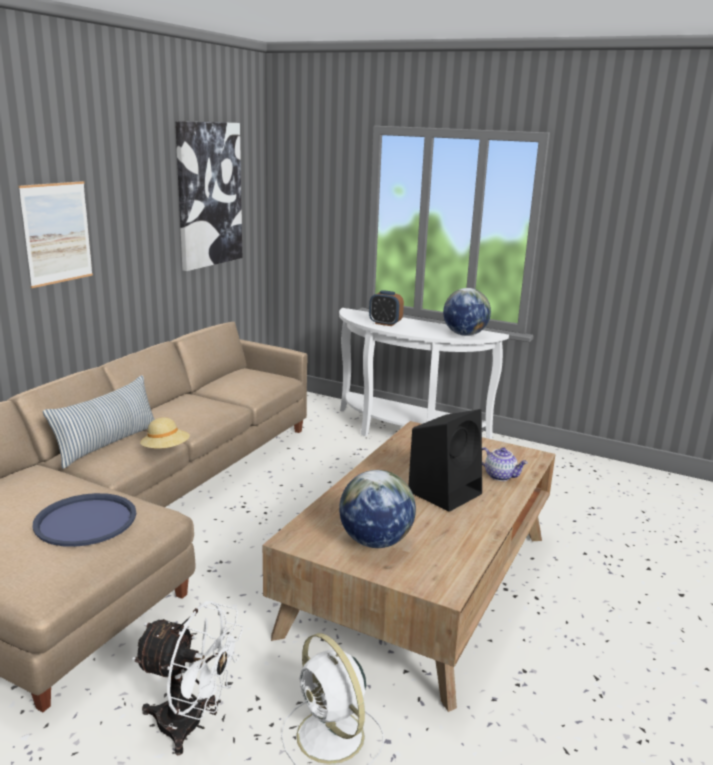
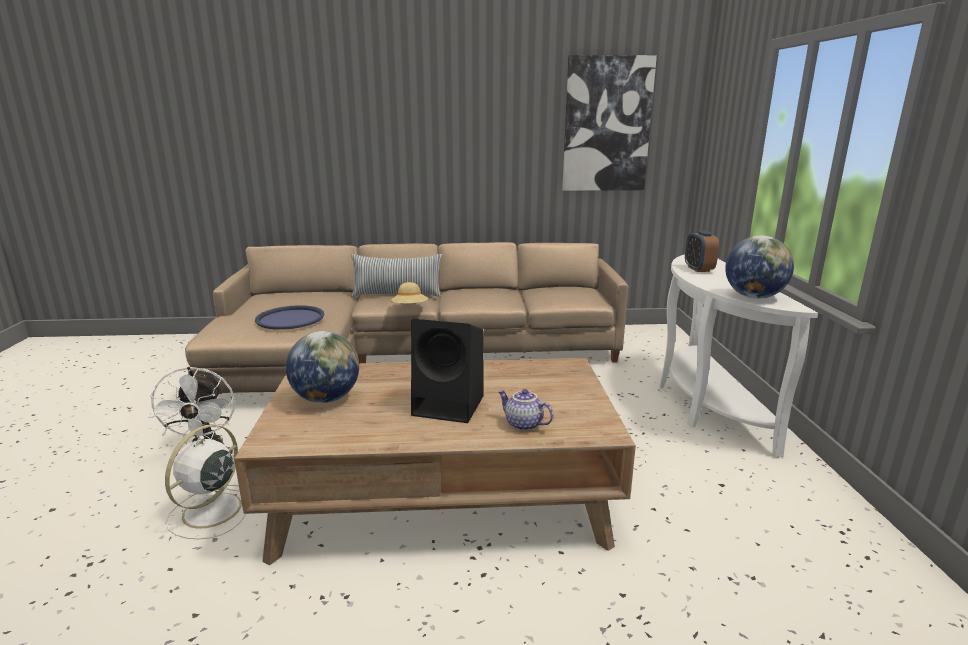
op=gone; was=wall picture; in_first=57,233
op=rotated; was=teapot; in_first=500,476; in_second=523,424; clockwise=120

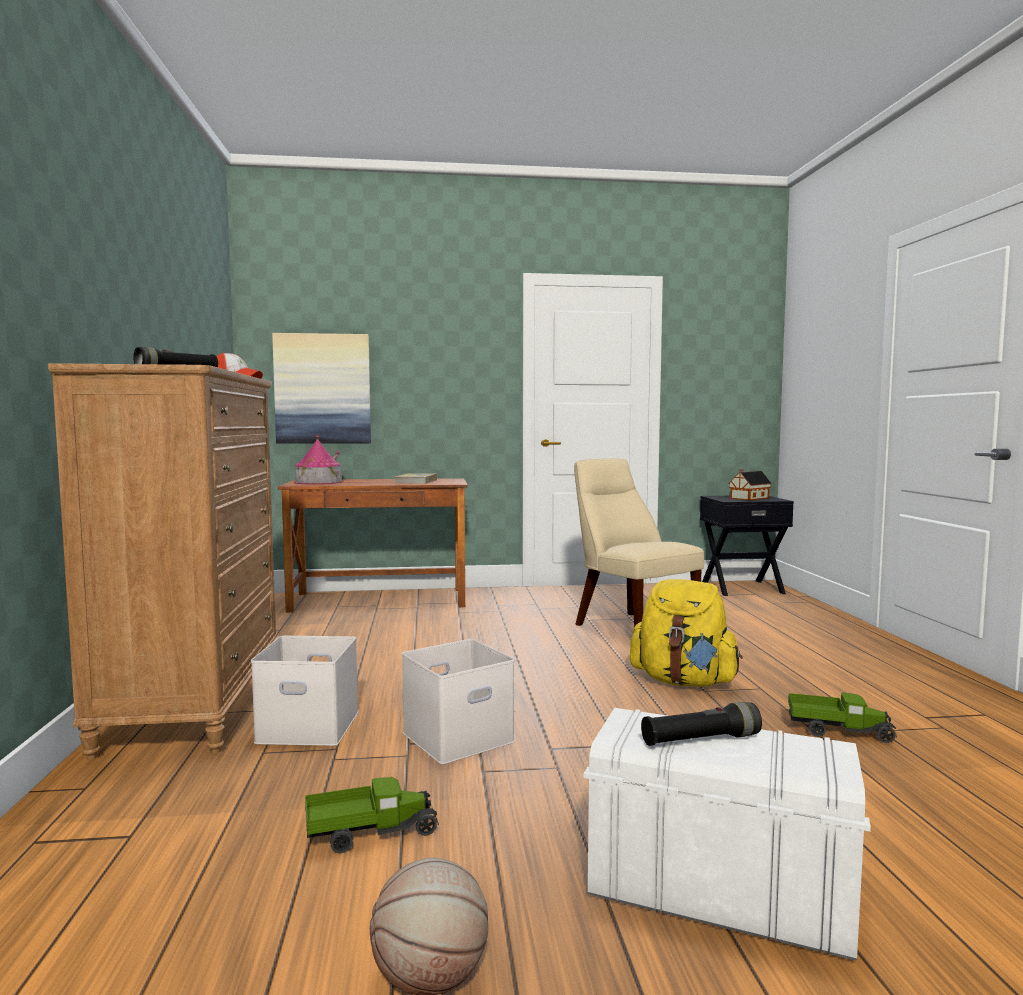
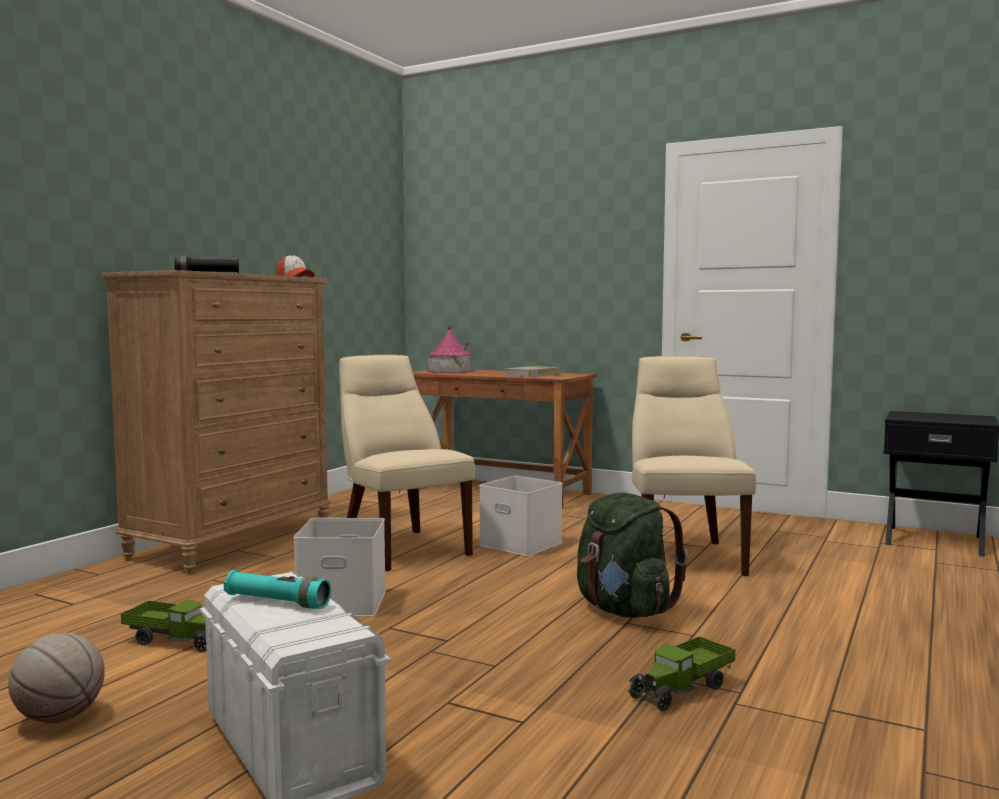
op=gone; was=wall picture; in_first=323,389
op=gone; was=toy house; in_first=748,498
op=new; now=beige plain chair; in_second=401,548
op=shifted; was=white-coloured storage box; in_first=311,726; in_second=523,544
op=repainted; was=yellow rucksack; now=green-coloured rucksack; in_first=684,681; in_second=624,610
op=repainted; was=black-coloured hand torch; now=turquoise-coloured hand torch; in_first=700,740; in_second=277,602
op=rotated; was=toy truck; in_first=838,731; in_second=682,689; clockwise=90

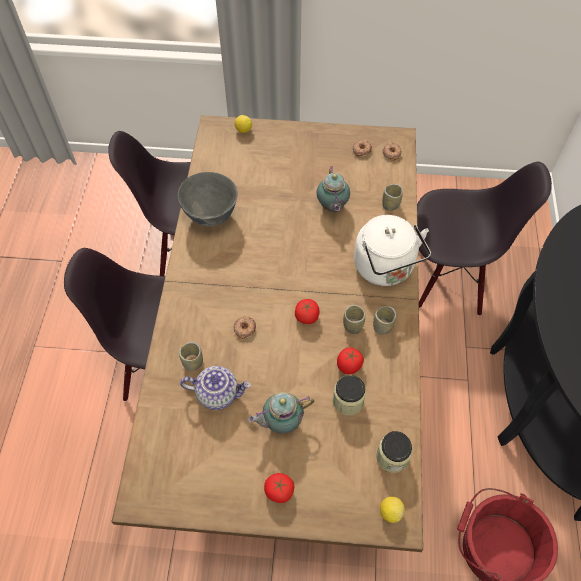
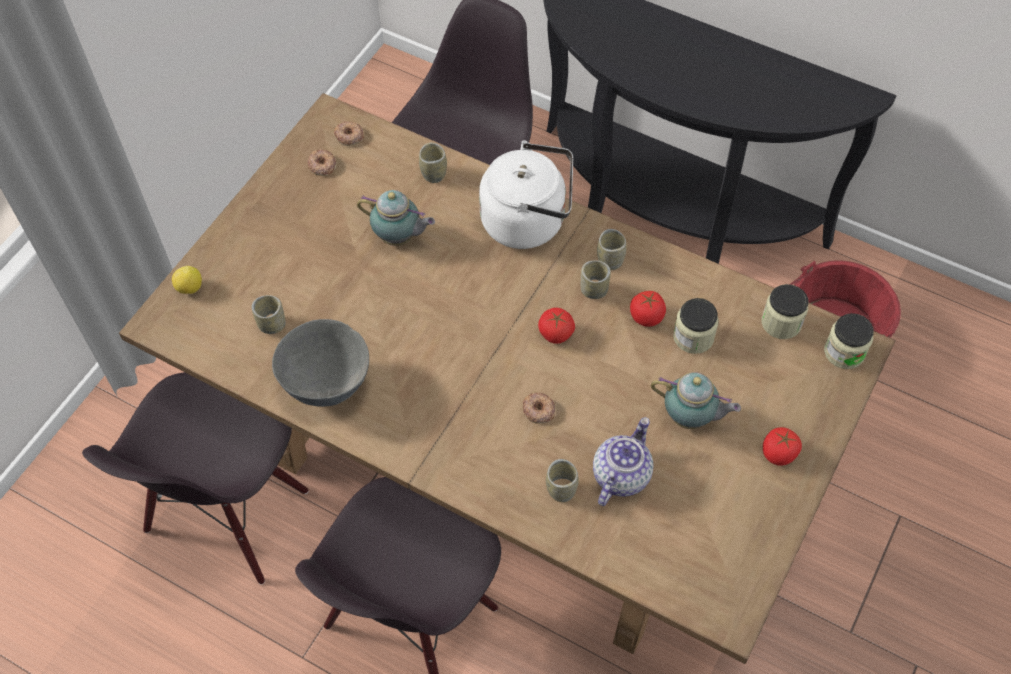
op=new; now=cup; in_second=272,324
op=swapped; was=lemon; now=jar; in_first=390,512; in_second=844,352
op=rotated; was=teapot; in_first=281,422; in_second=690,418; clockwise=-75

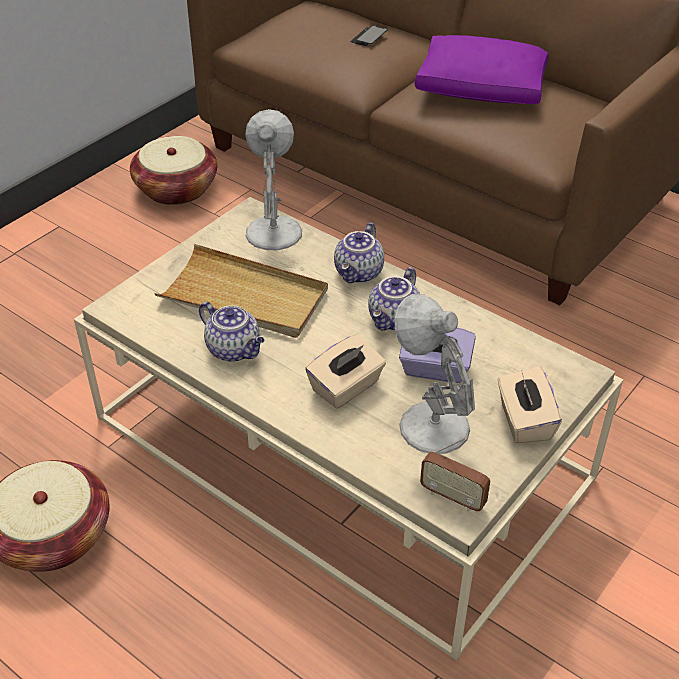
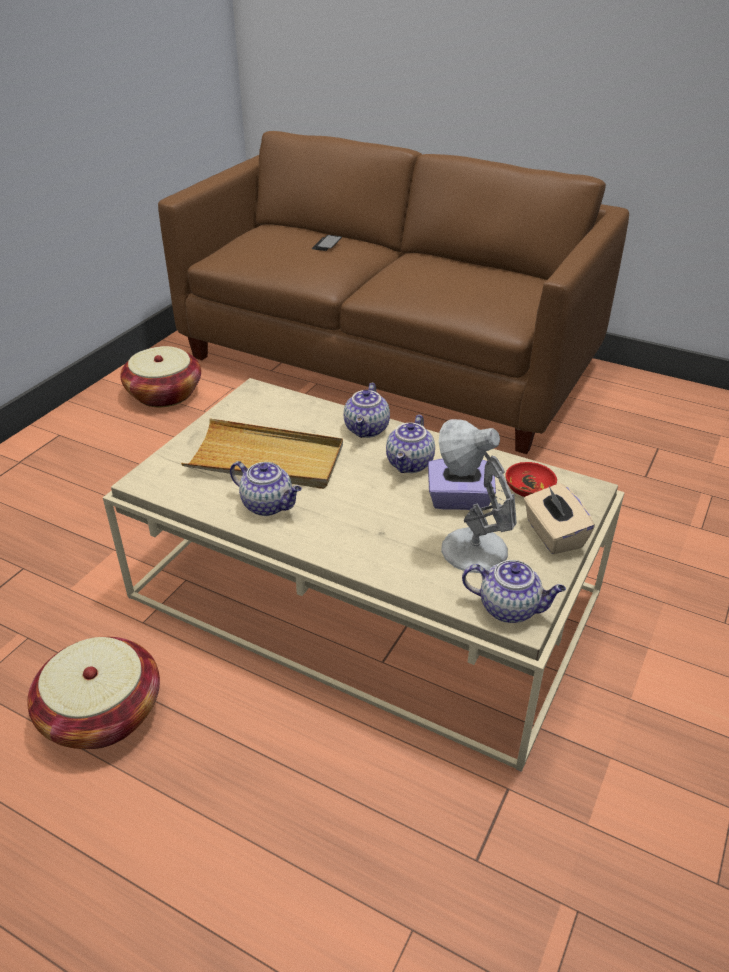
op=gone; was=white-coloured table lamp; in_first=273,231
op=gone; was=beige box of tissues; in_first=346,387
op=gone; was=purplish pillow; in_first=482,87
op=new; now=red-coloured serving bowl; in_second=528,489
op=swapped; was=radio; now=teapot; in_first=452,497; in_second=510,608

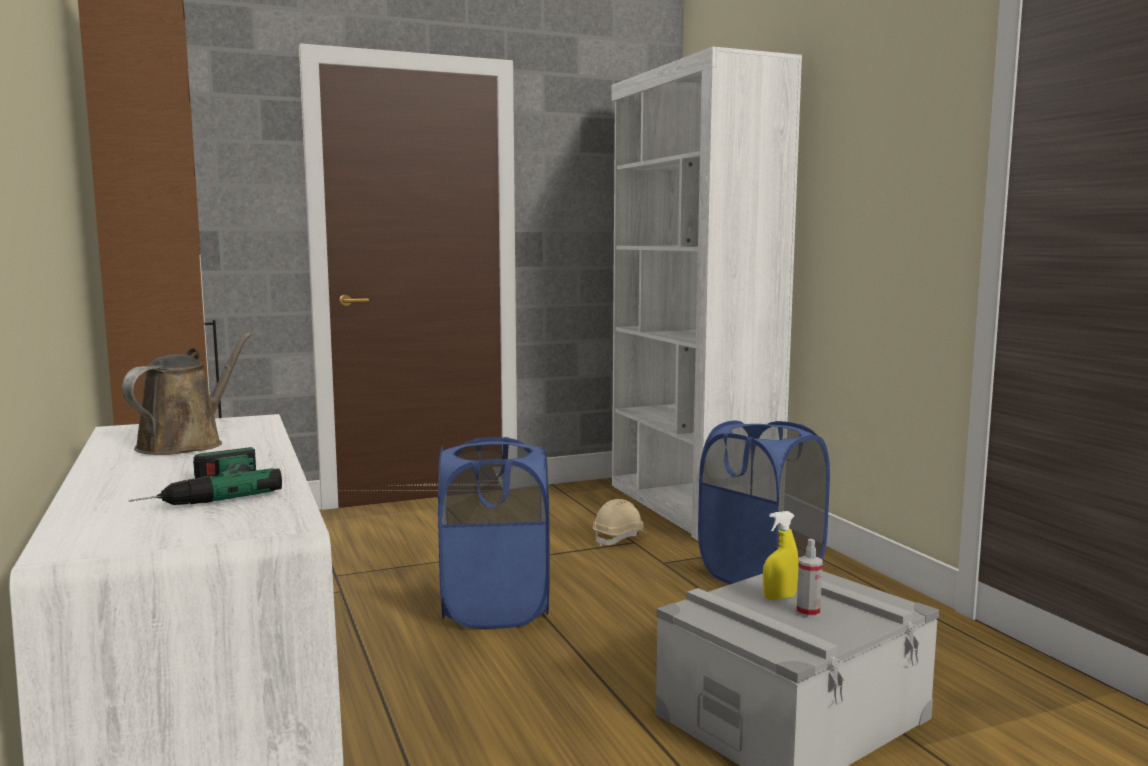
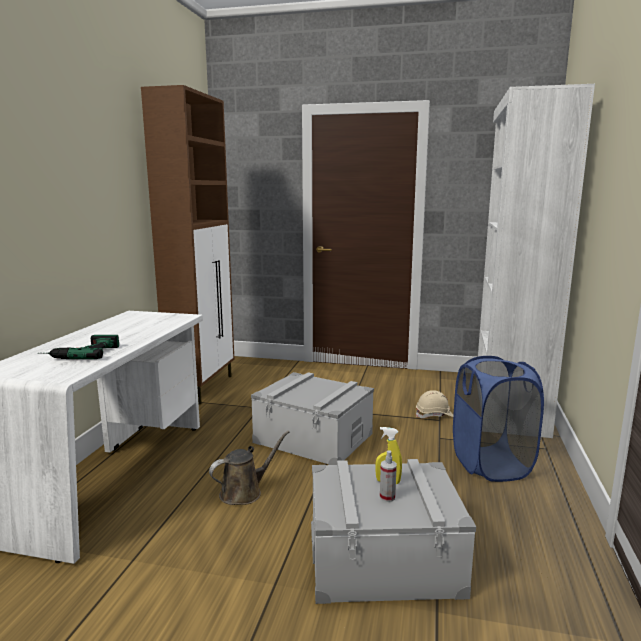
op=shifted; was=brown-coloured watering pot; in_first=186,444; in_second=244,492
op=swapped; was=bluish laundry basket; now=greyish storage box; in_first=495,608; in_second=313,438

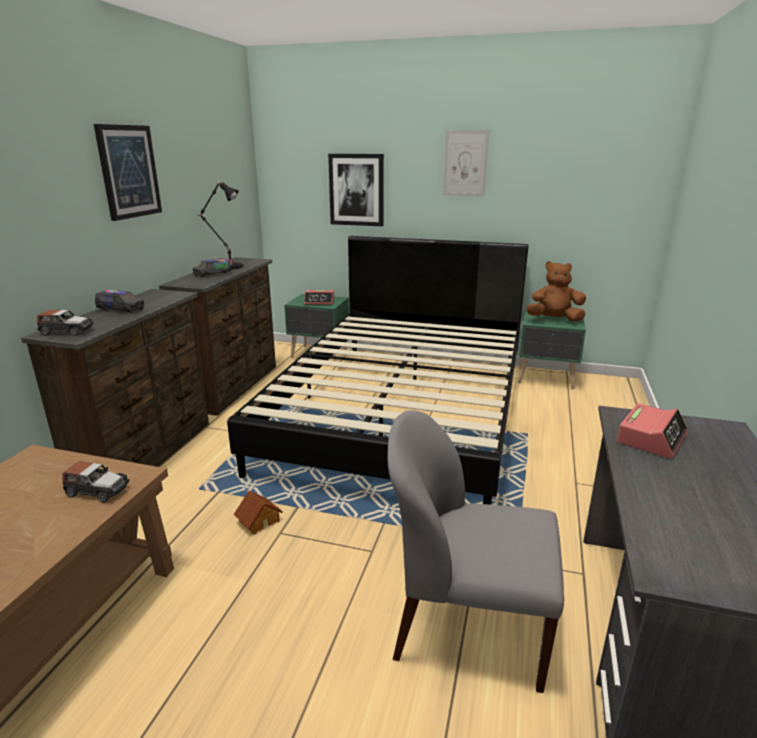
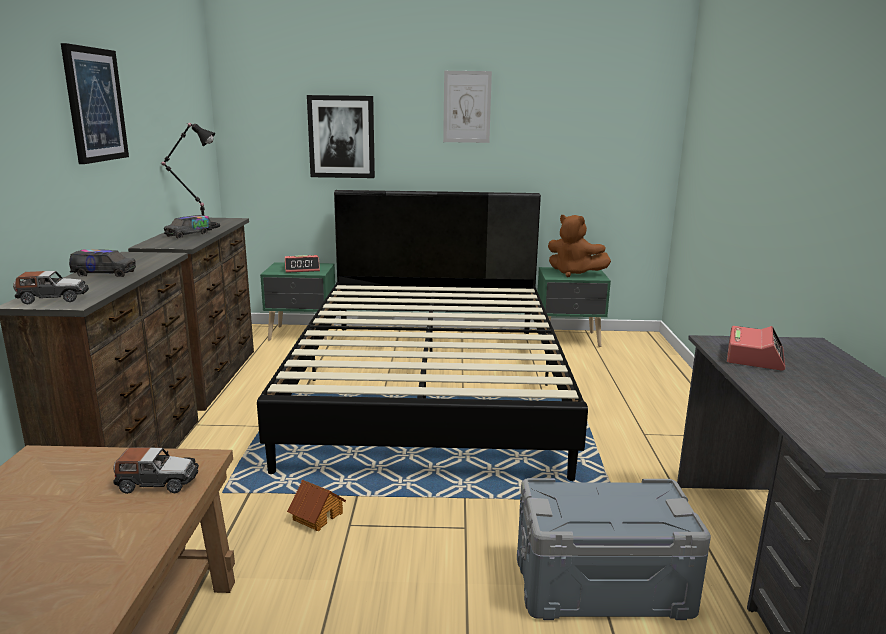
op=swapped; was=greyish plain chair; now=greyish storage box; in_first=466,627; in_second=601,583
op=rotated; was=brown-coloured soft toy; in_first=554,320; in_second=574,273; clockwise=-135

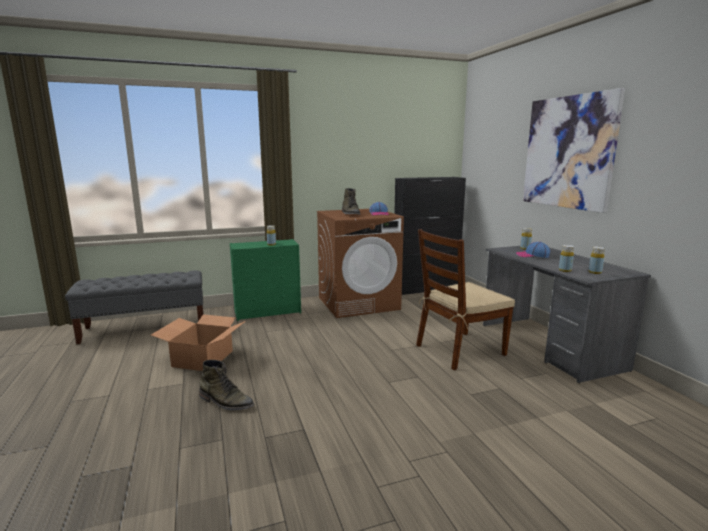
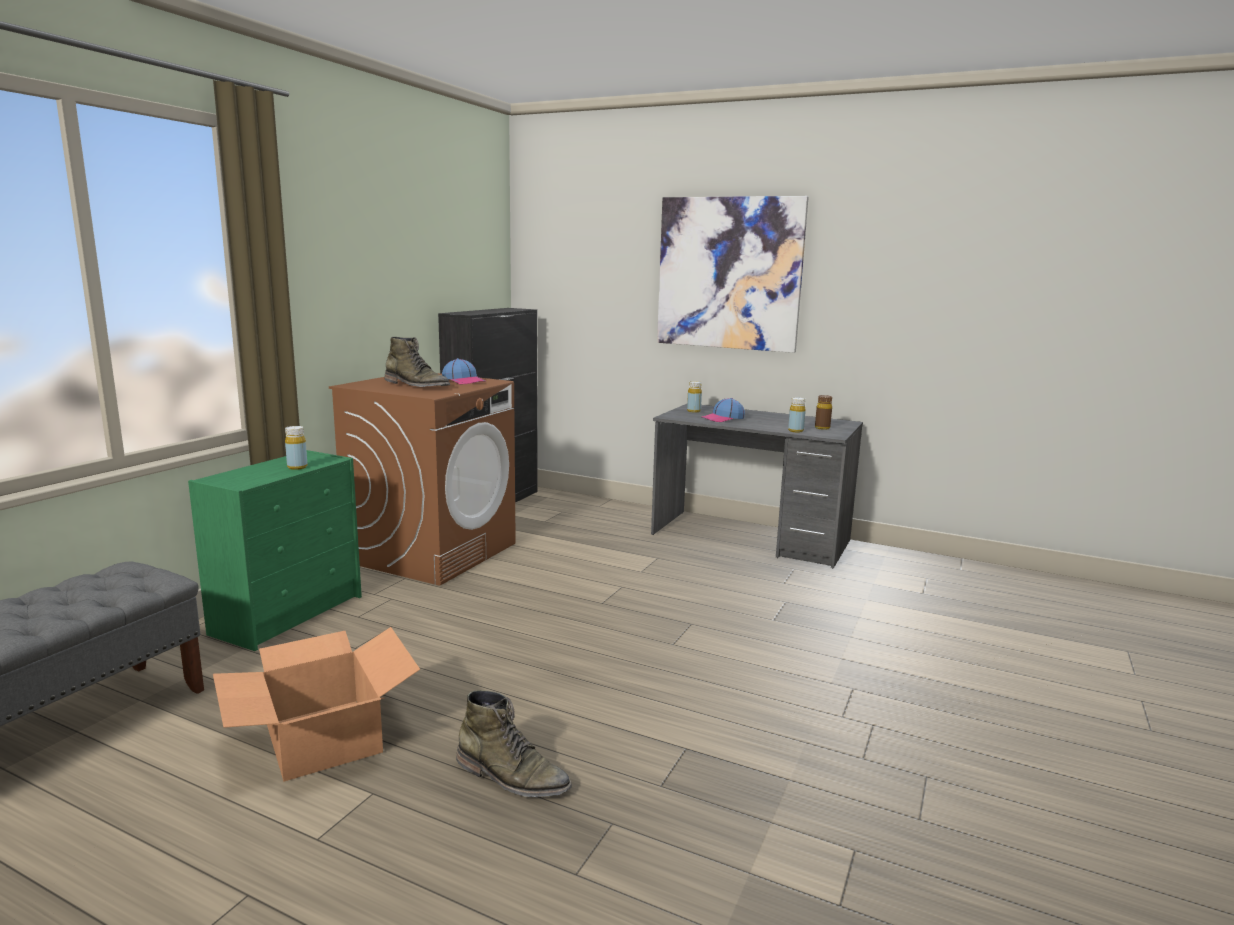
op=gone; was=brown-coloured plain chair; in_first=459,350
op=repainted; was=yellow drink bottle; now=brown-coloured drink bottle; in_first=595,272; in_second=822,428
op=rotated; was=green-coloured tall boot; in_first=226,402; in_second=512,777; clockwise=45

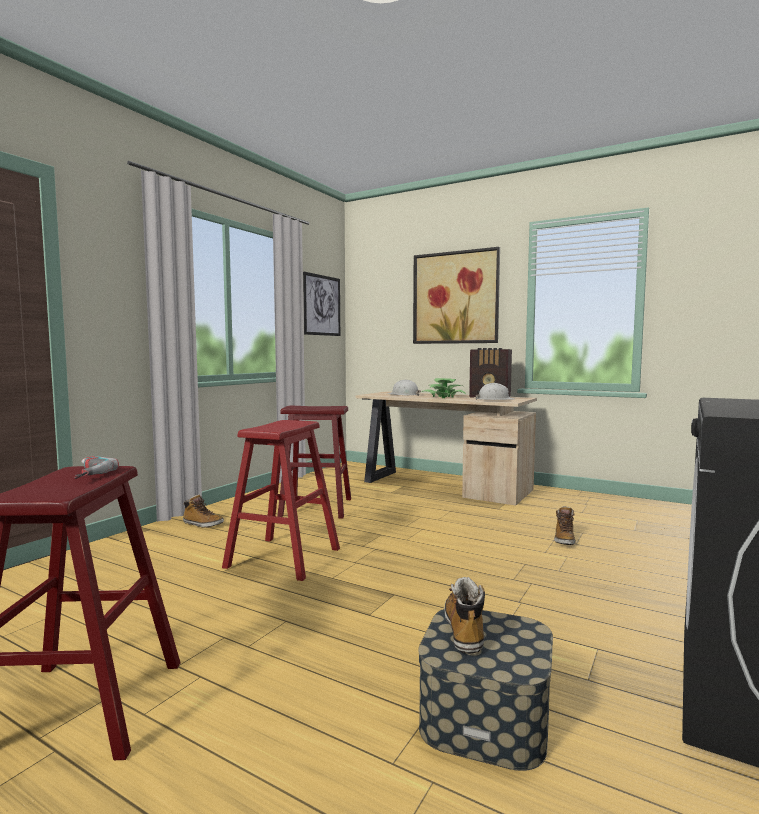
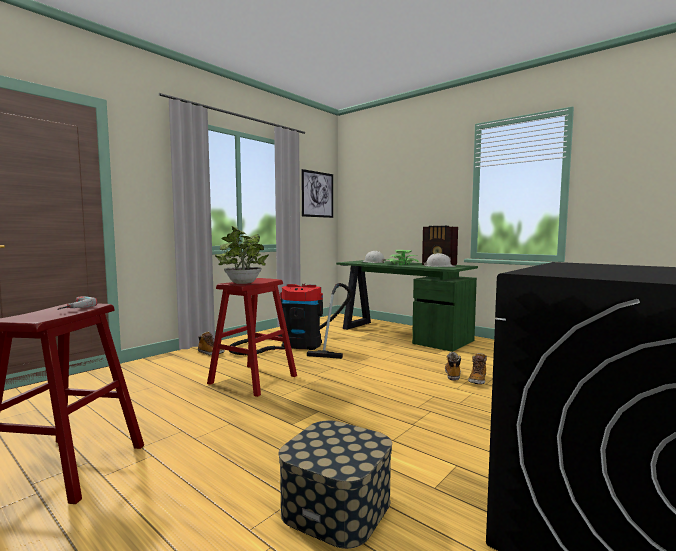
op=gone; was=wall picture; in_first=455,298
op=new; now=plant in a pot; in_second=242,282
op=shifted; was=tall boot; in_first=464,631; in_second=452,375
op=swapped; was=red-coloured sitting stool; now=vacuum cleaner; in_first=316,507; in_second=296,345
op=repainted; was=beige desk; now=green-coloured desk; in_first=442,485; in_second=402,334

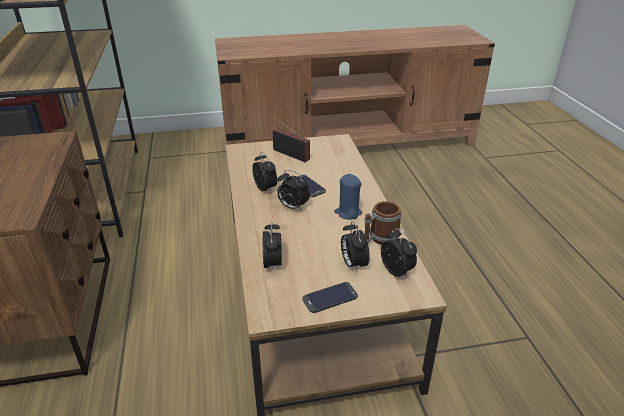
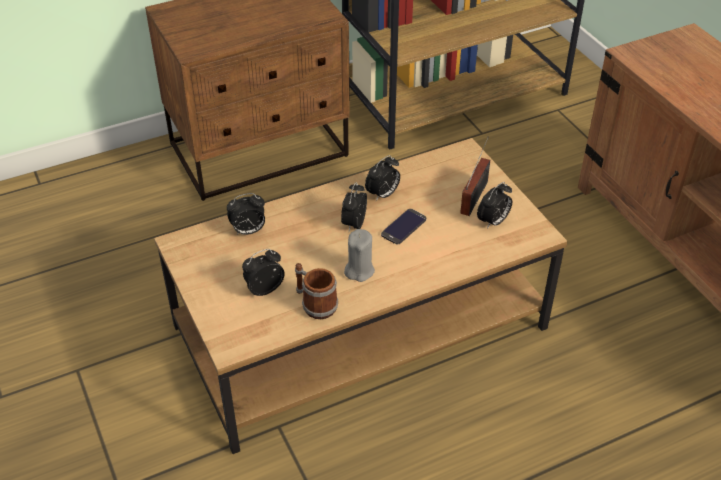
op=gone; was=phone; in_first=330,297
op=shifted; was=table clock; in_first=397,271; in_second=493,222
op=repainted; was=bluish candle; now=greyish candle; in_first=348,212; in_second=359,270

